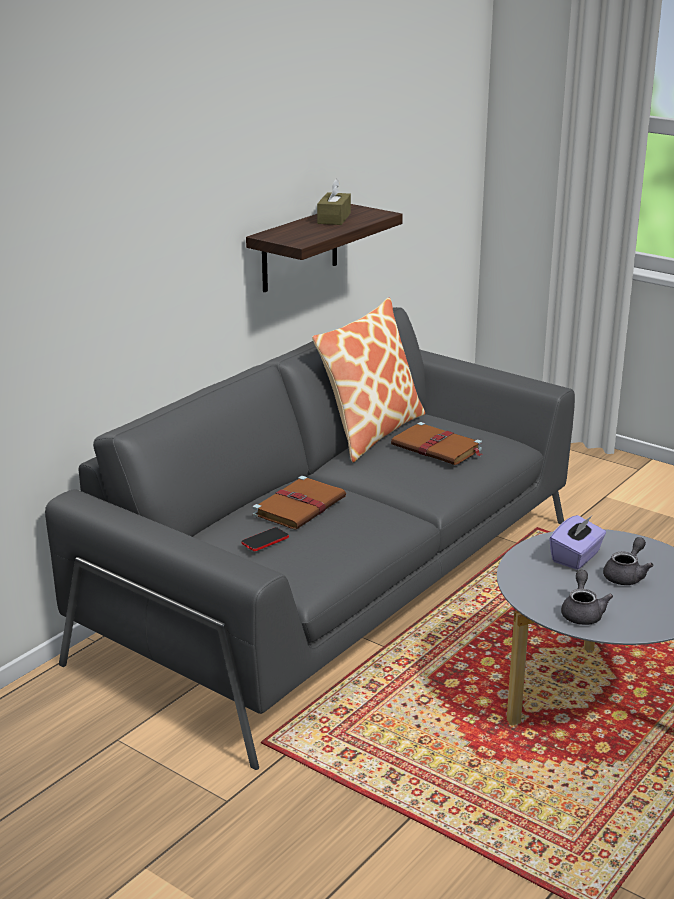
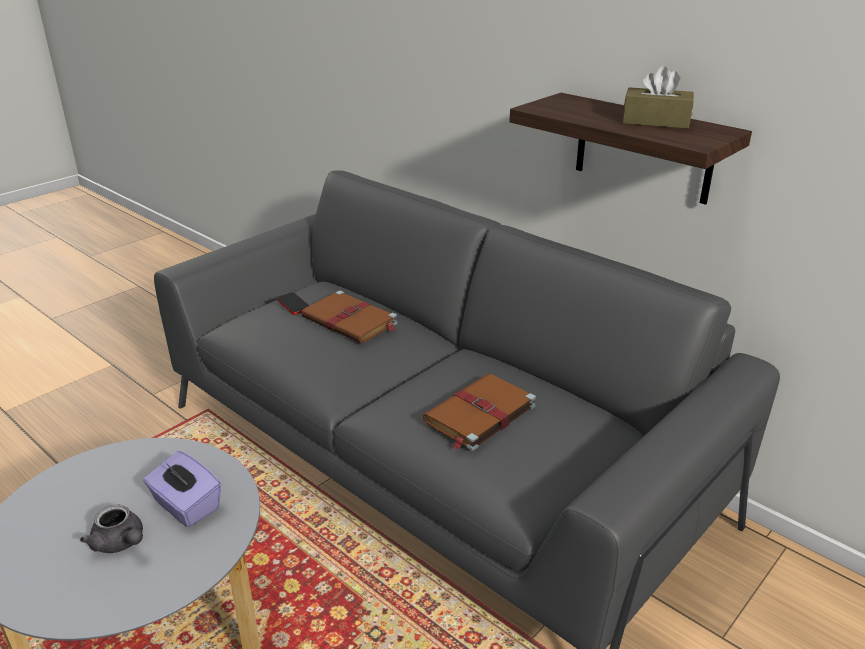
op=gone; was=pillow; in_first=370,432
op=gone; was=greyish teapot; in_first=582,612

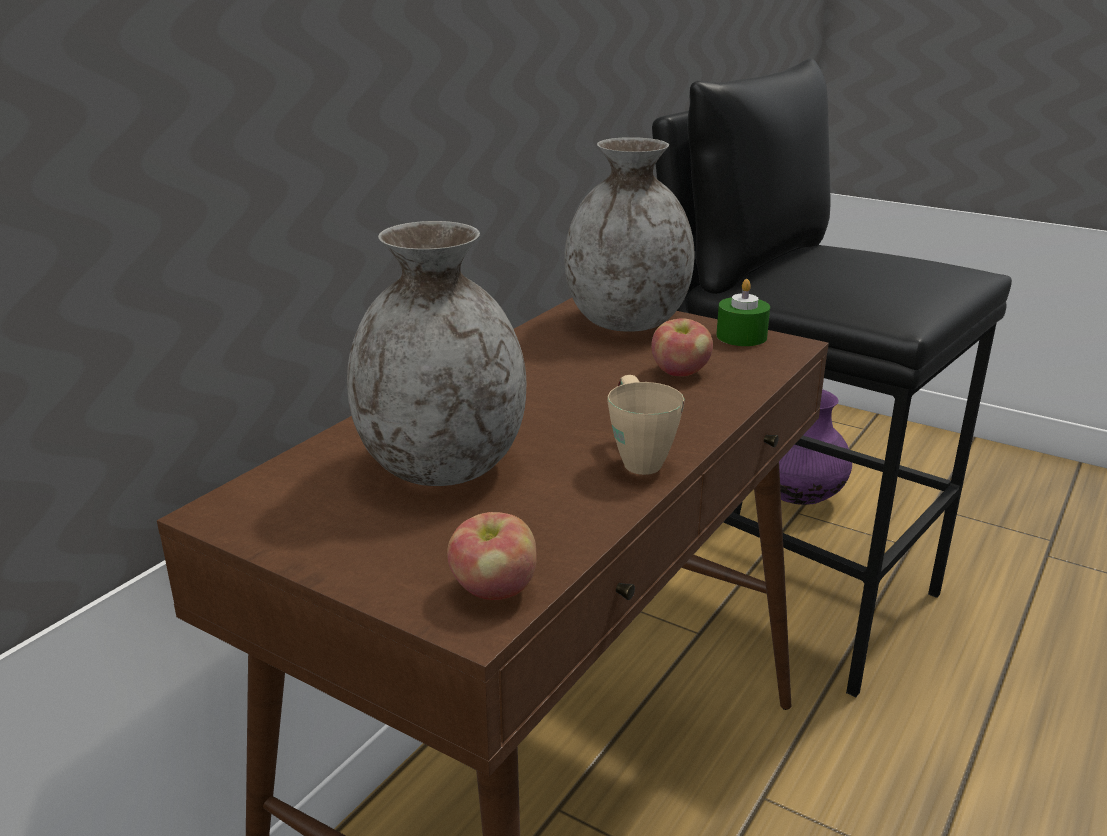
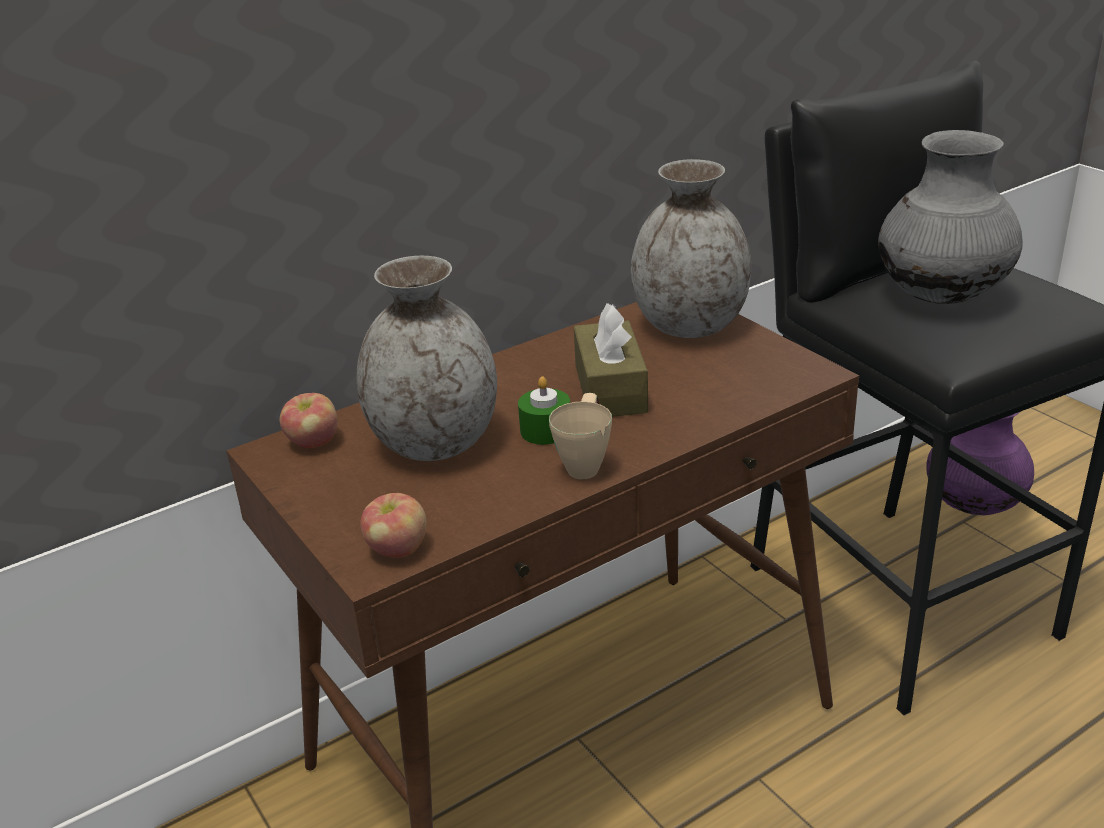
op=new; now=brown-coloured box of tissues; in_second=610,388
op=new; now=greyish decorative vase; in_second=942,297
op=shifted; was=whole apple; in_first=680,372; in_second=314,442
op=shifted; was=green-coloured candle; in_first=741,336; in_second=545,430

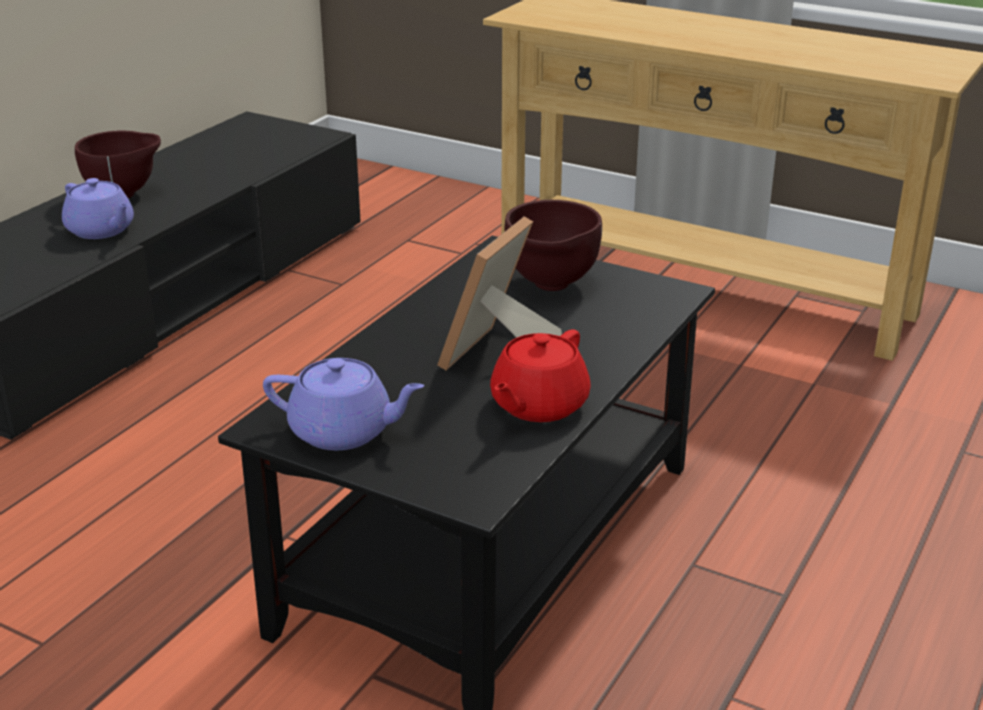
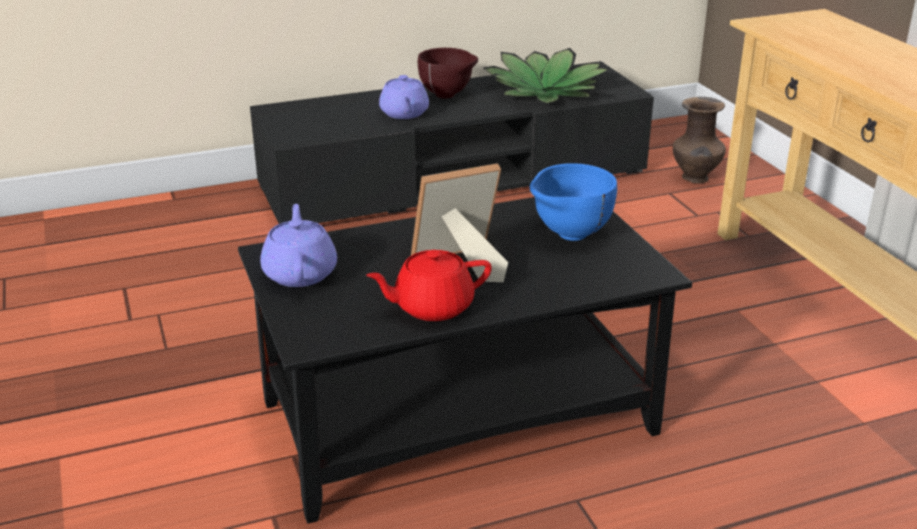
op=new; now=plant in a pot; in_second=546,91
op=new; now=brown-coloured decorative vase; in_second=695,178
op=repainted; was=brown-coloured serving bowl; now=bluish serving bowl; in_first=550,286; in_second=568,236
op=rotated; was=purplish teapot; in_first=344,431; in_second=300,272; clockwise=-150

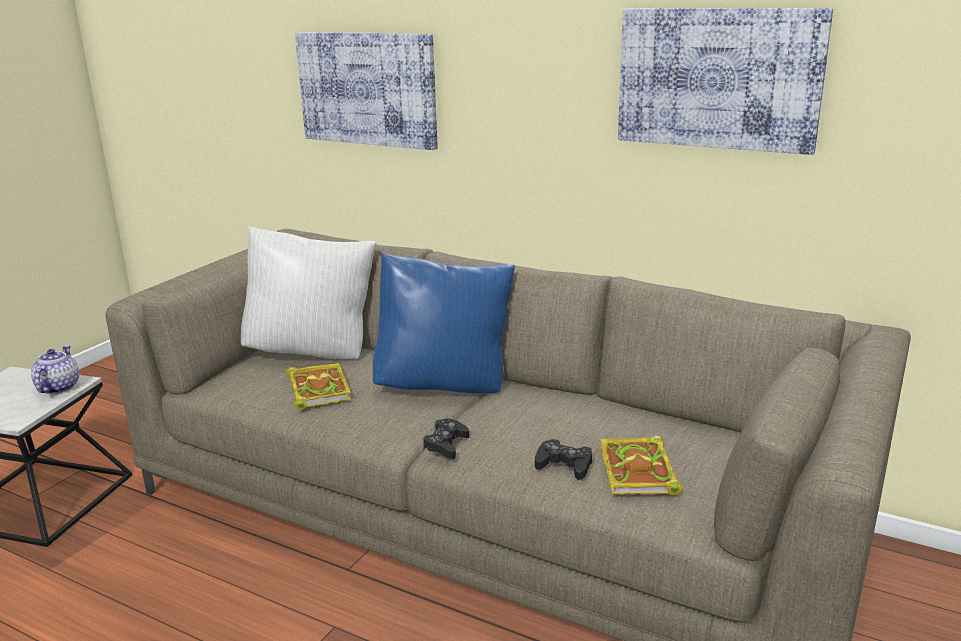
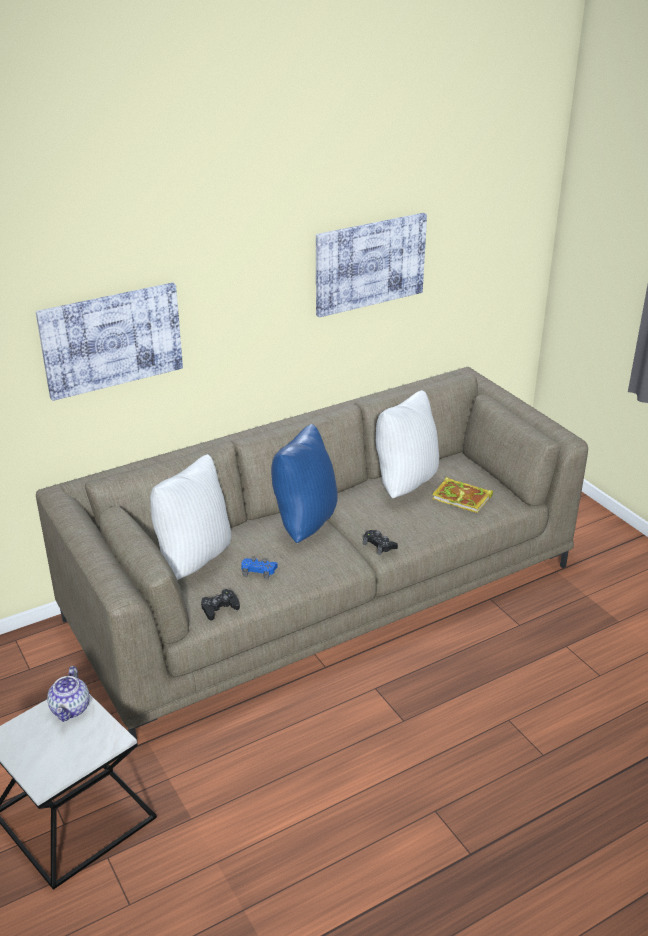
op=new; now=white-coloured pillow; in_second=404,483
op=shifted; was=black-coloured game controller; in_first=564,465; in_second=219,608
op=swapped; was=volume; now=bluish game controller; in_first=317,389; in_second=259,571
op=rotated; was=teapot; in_first=58,387; in_second=71,709; clockwise=-120

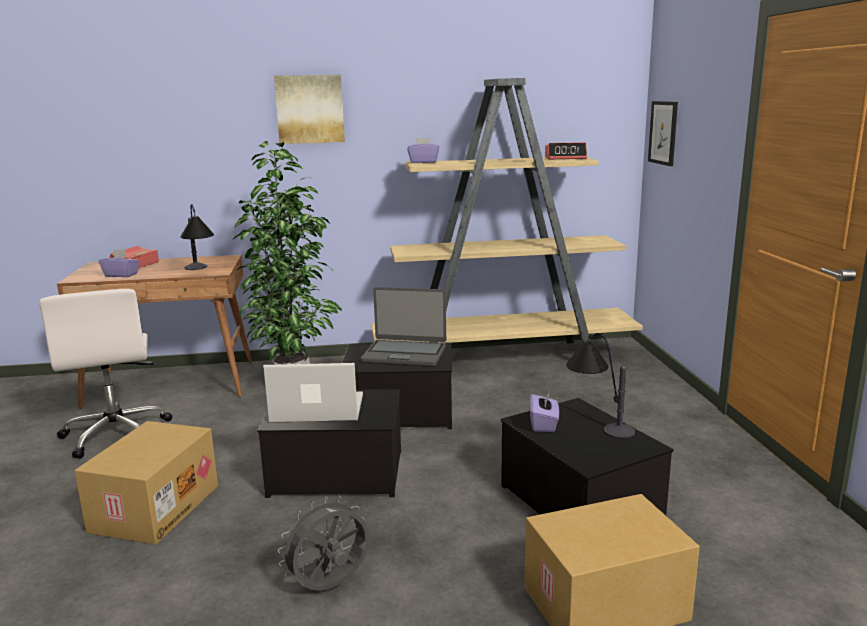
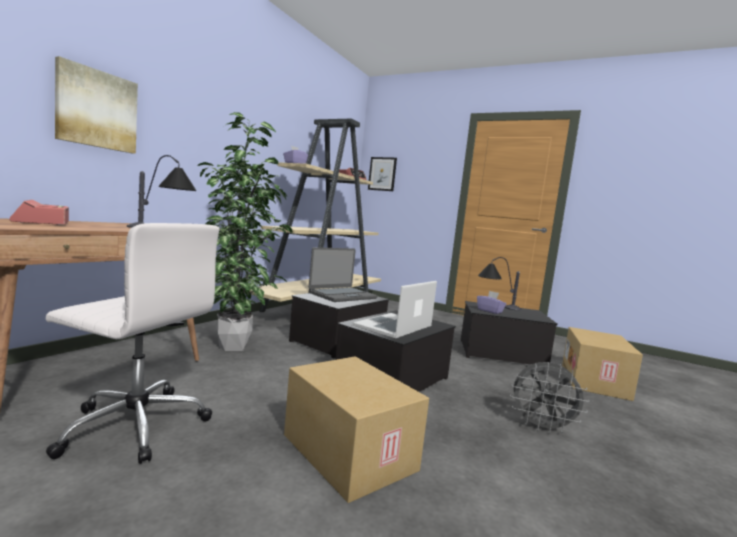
op=gone; was=purplish box of tissues; in_first=121,275
op=shifted; was=wall picture; in_first=310,109; in_second=97,109
op=rotated; was=greyish fan; in_first=330,587; in_second=542,427; clockwise=-75

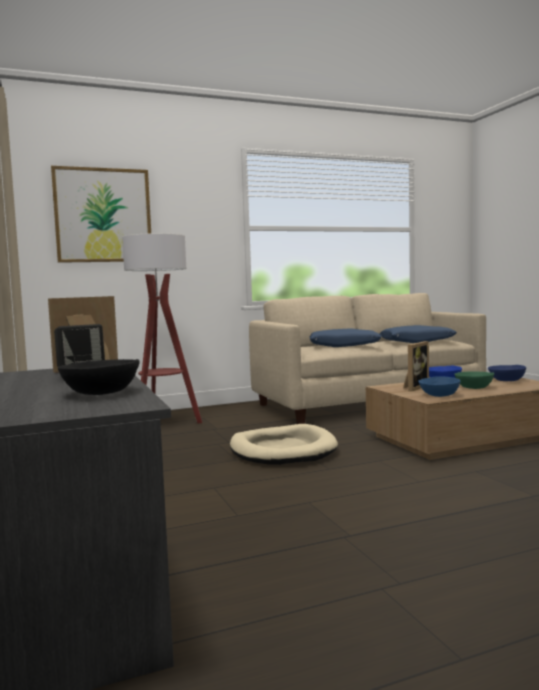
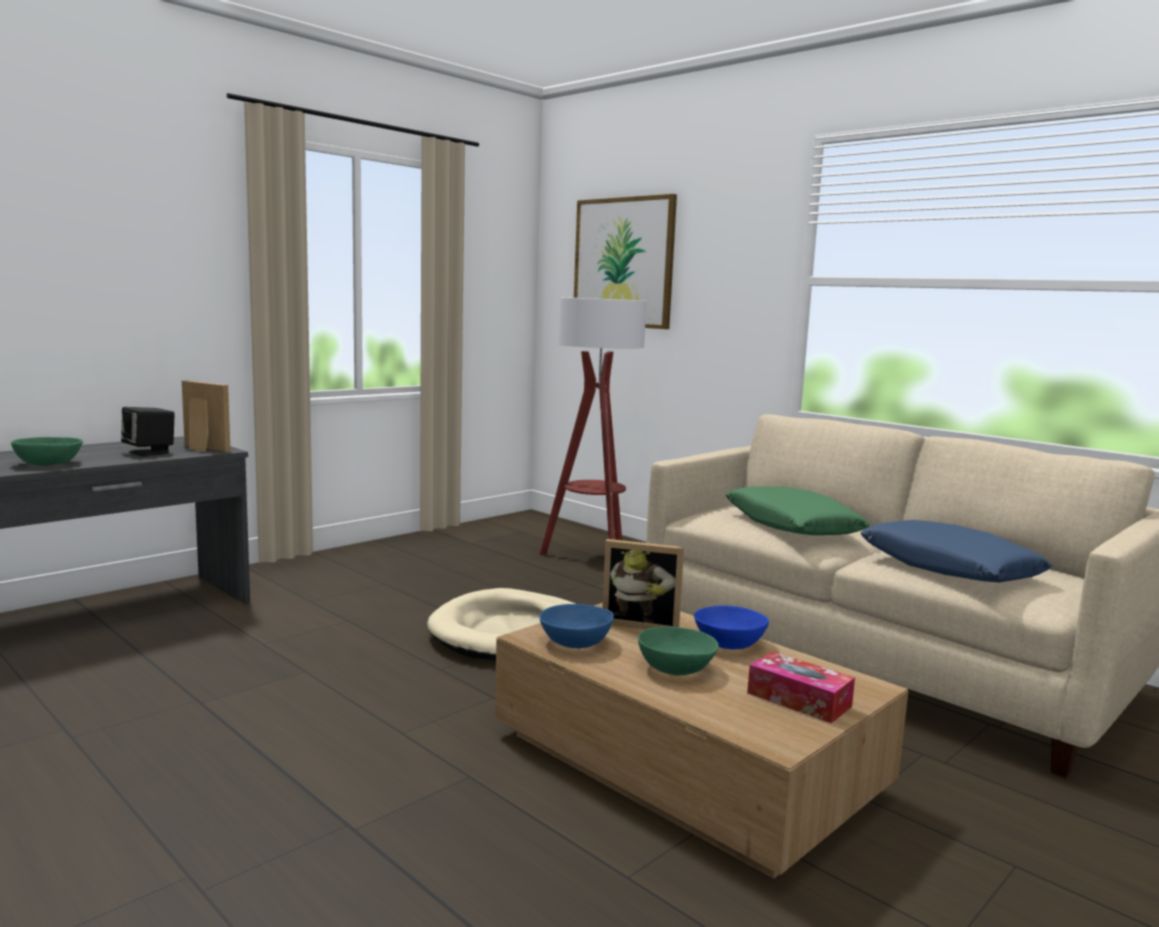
op=swapped; was=bluish serving bowl; now=box of tissues; in_first=506,380; in_second=799,700
op=repainted; was=black-coloured serving bowl; now=green-coloured serving bowl; in_first=100,393; in_second=49,463
op=repainted; was=bluish pillow; now=green-coloured pillow; in_first=344,346; in_second=791,526

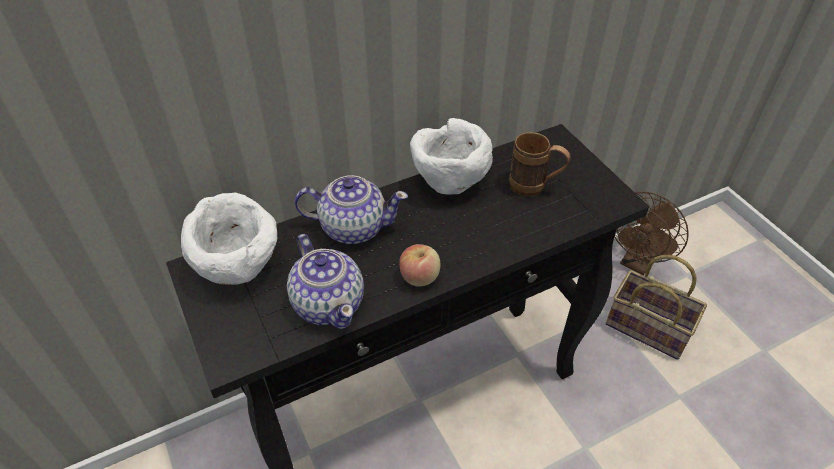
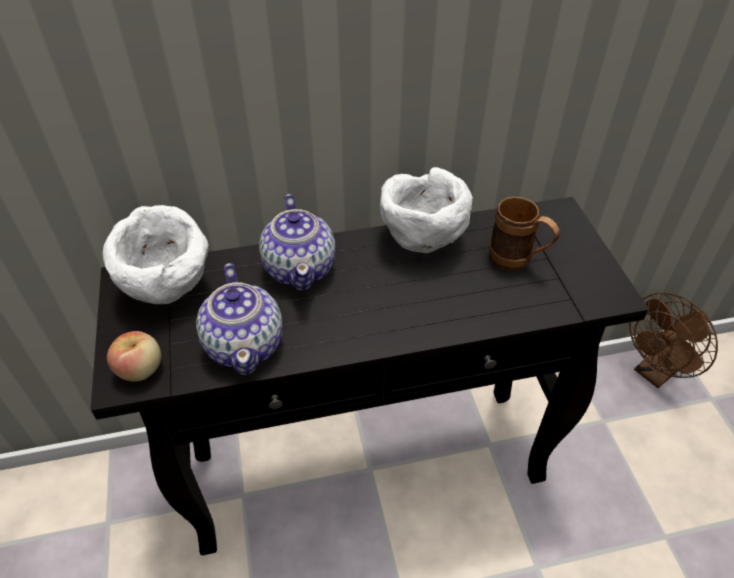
op=gone; was=basket; in_first=650,328
op=shifted; was=whole apple; in_first=419,277; in_second=141,369
op=rotated; was=teapot; in_first=352,227; in_second=300,268; clockwise=60

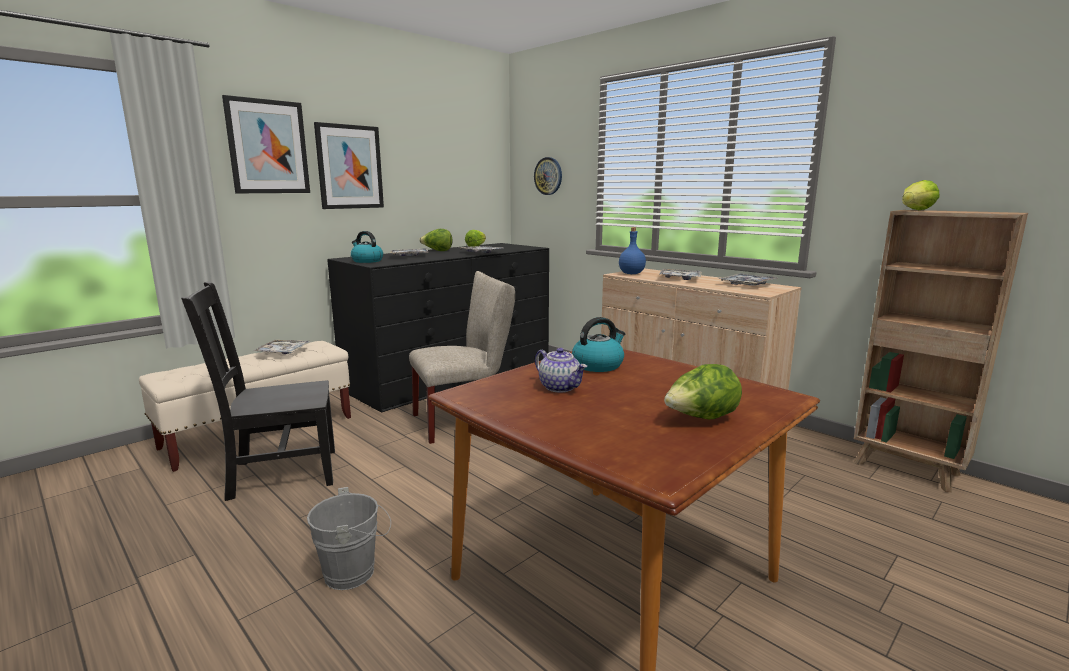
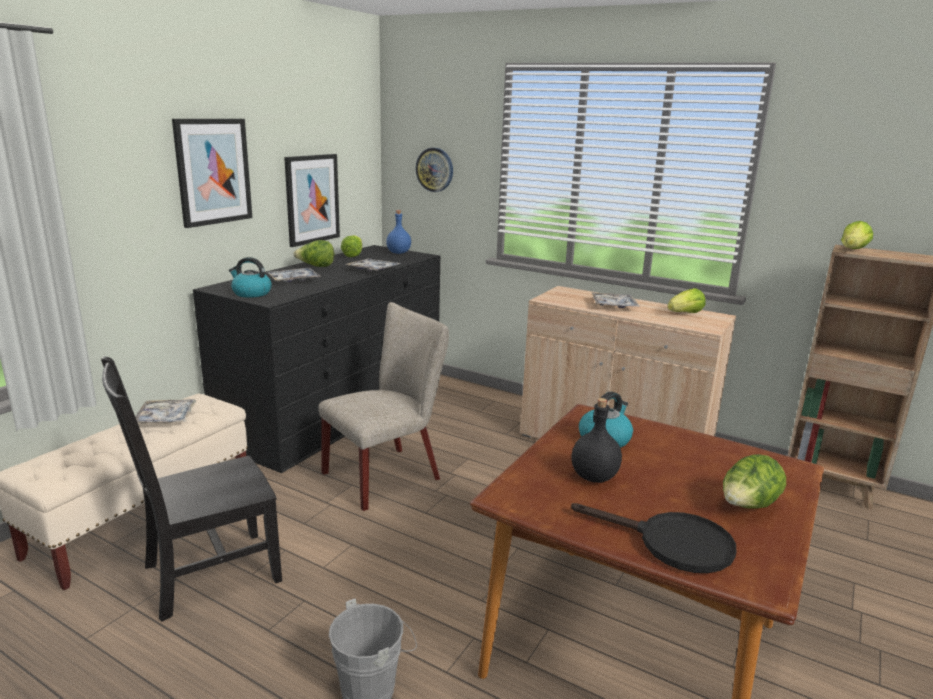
op=new; now=black-coloured skillet; in_second=672,543
op=shifted; was=wall picture; in_first=268,147; in_second=312,199
op=shifted; was=bluish drink bottle; in_first=631,273; in_second=398,252
op=swapped; was=teapot; now=black-coloured drink bottle; in_first=560,387; in_second=593,476
op=swapped; was=tray; now=lettuce; in_first=747,284; in_second=685,314

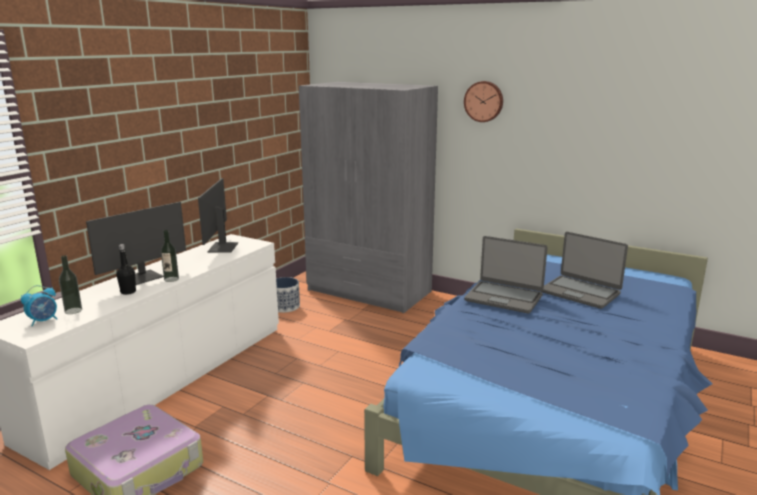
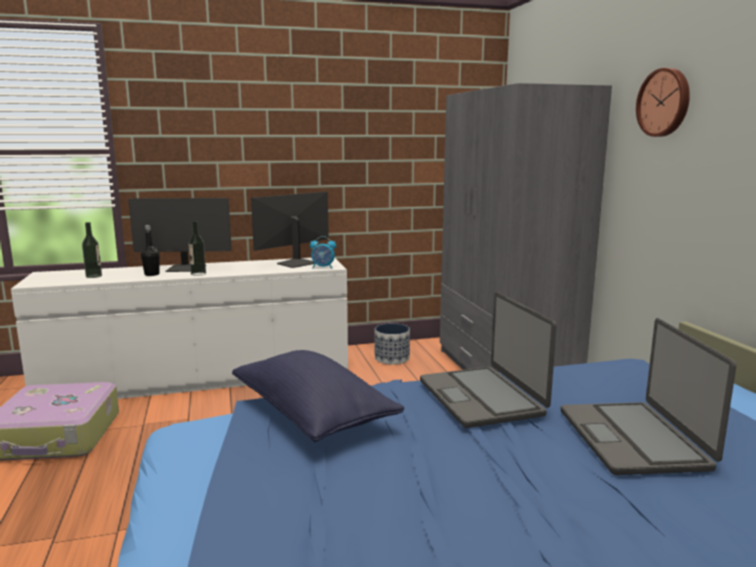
op=new; now=bluish pillow; in_second=312,414
op=shifted; was=table clock; in_first=43,321; in_second=323,267

